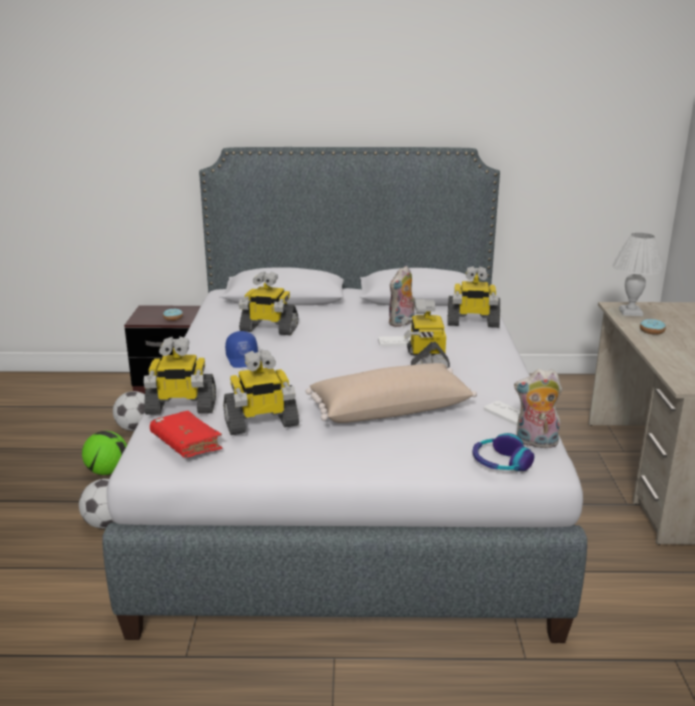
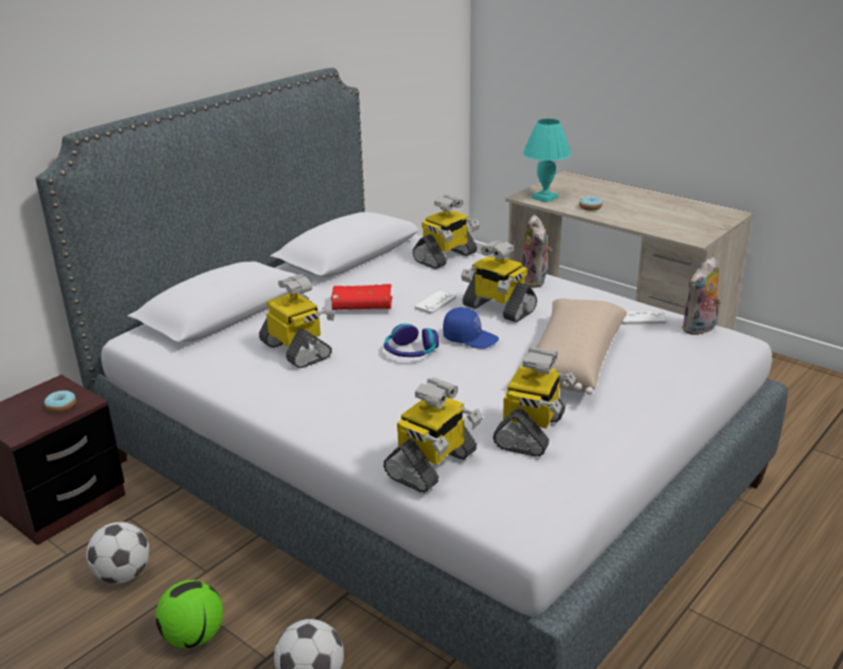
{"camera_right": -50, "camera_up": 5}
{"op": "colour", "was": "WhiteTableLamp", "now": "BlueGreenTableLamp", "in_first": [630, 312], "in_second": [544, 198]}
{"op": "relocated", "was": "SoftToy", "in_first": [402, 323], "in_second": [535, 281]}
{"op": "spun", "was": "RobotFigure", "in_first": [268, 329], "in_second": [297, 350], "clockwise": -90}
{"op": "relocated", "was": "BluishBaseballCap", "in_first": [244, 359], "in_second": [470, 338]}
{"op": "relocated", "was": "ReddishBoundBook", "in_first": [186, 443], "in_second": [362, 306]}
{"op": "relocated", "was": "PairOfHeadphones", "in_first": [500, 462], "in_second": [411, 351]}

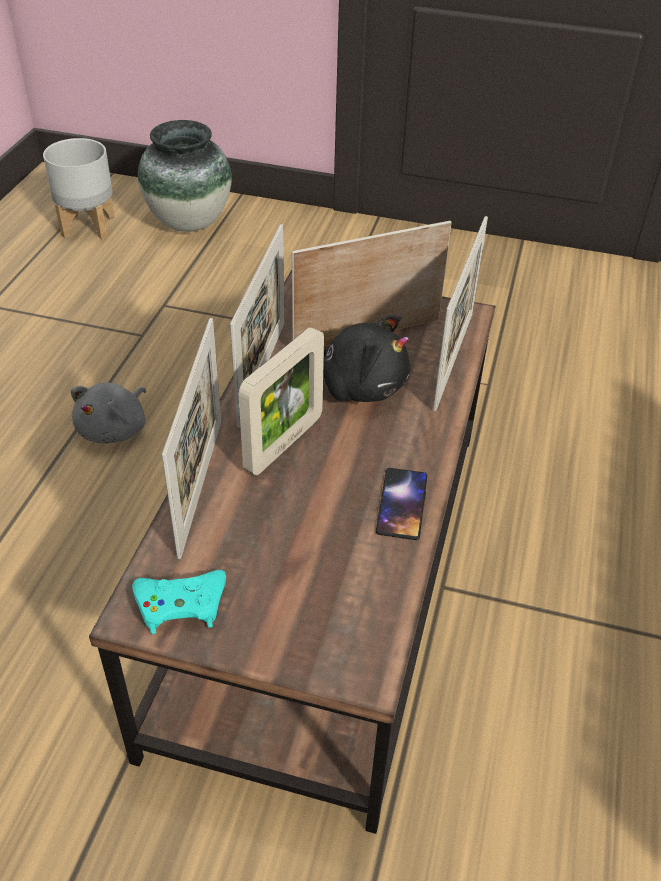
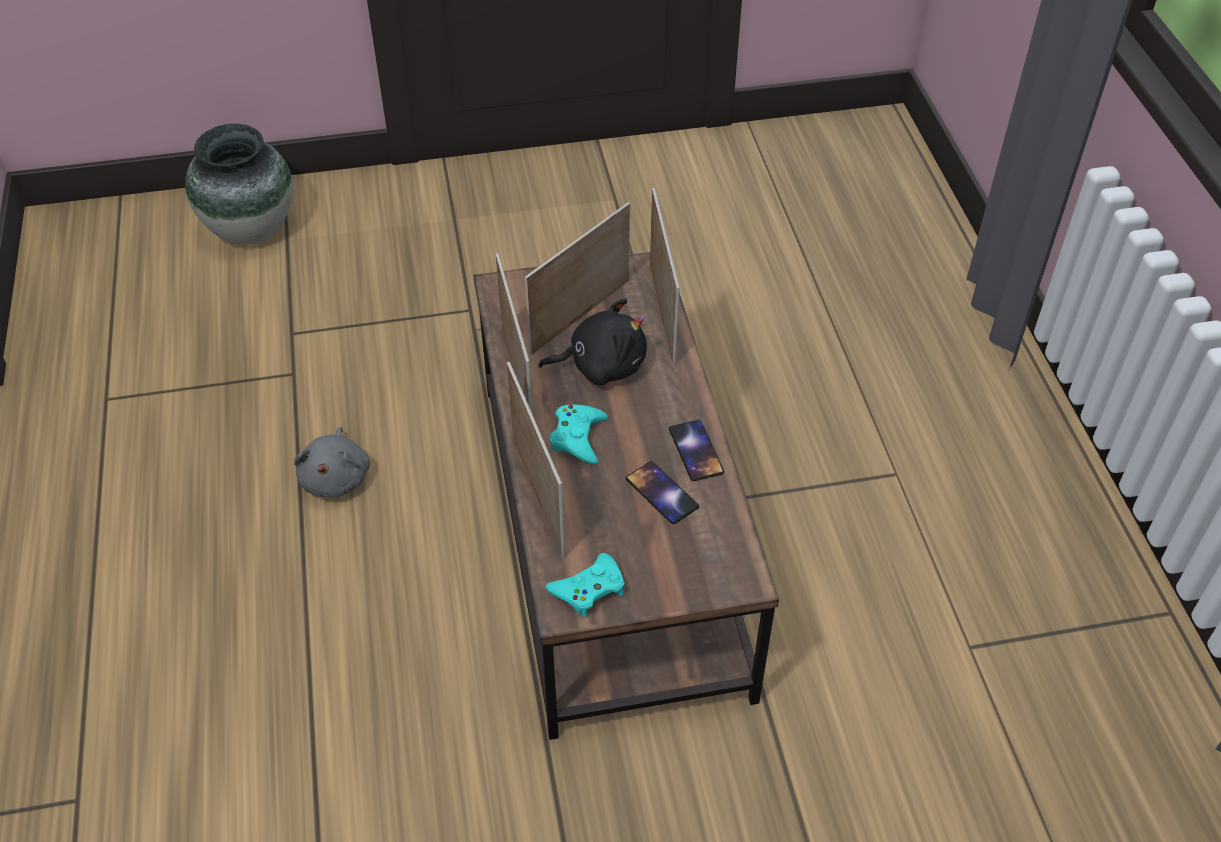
{"camera_right": -25, "camera_up": 5}
{"op": "missing", "was": "GreyPlanter", "in_first": [87, 226]}
{"op": "exchanged", "was": "PhotoFrame", "now": "BlueGreenJoypad", "in_first": [284, 444], "in_second": [578, 438]}
{"op": "appeared", "now": "Handset", "in_second": [661, 493]}

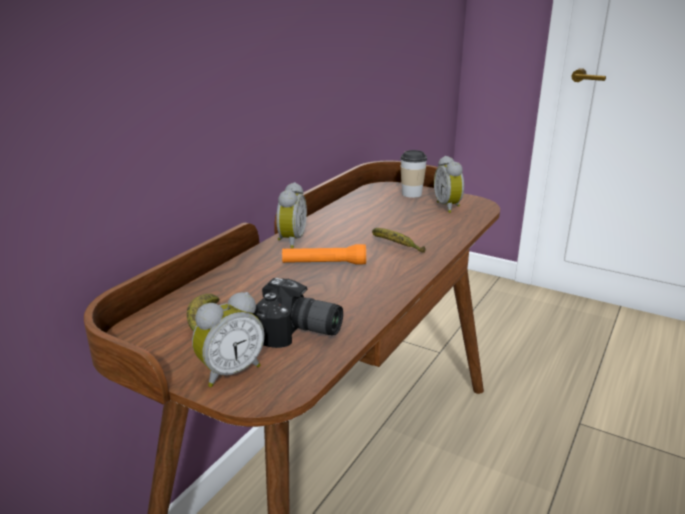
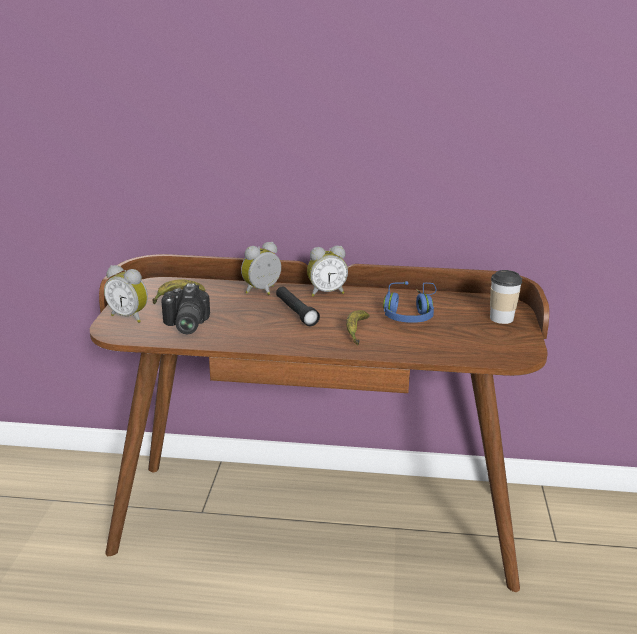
{"camera_right": 65, "camera_up": 0}
{"op": "relocated", "was": "AlarmClock", "in_first": [449, 207], "in_second": [263, 292]}
{"op": "colour", "was": "OrangeyTorch", "now": "BlackishTorch", "in_first": [324, 264], "in_second": [296, 312]}
{"op": "appeared", "now": "BluishPairOfHeadphones", "in_second": [410, 314]}

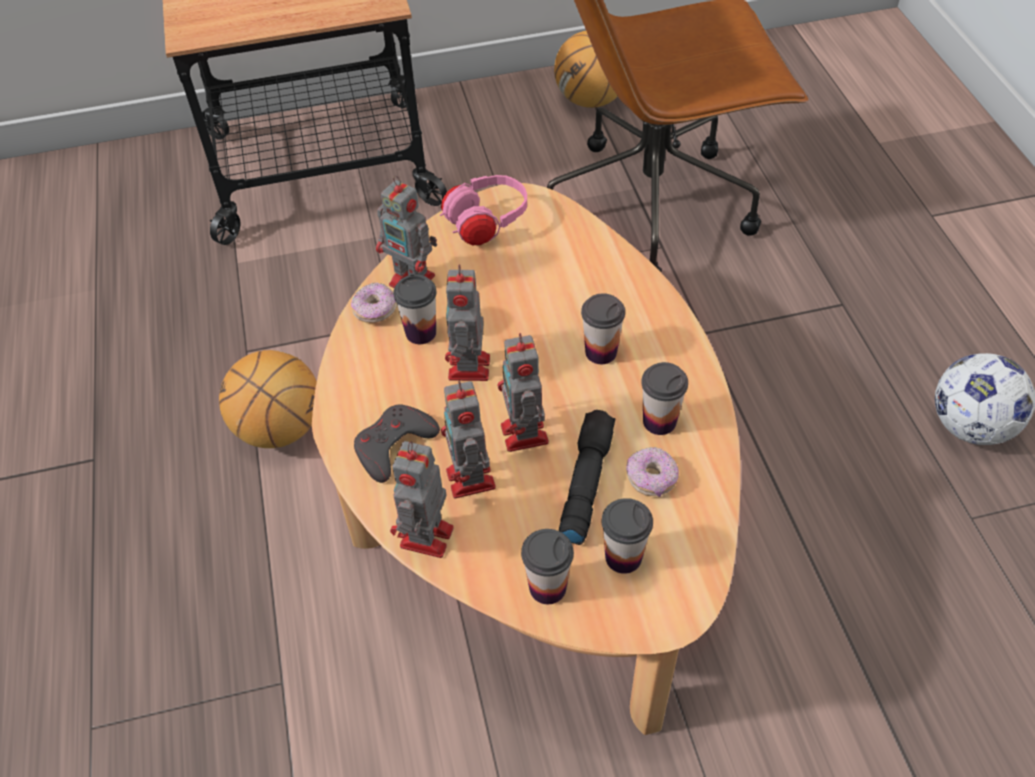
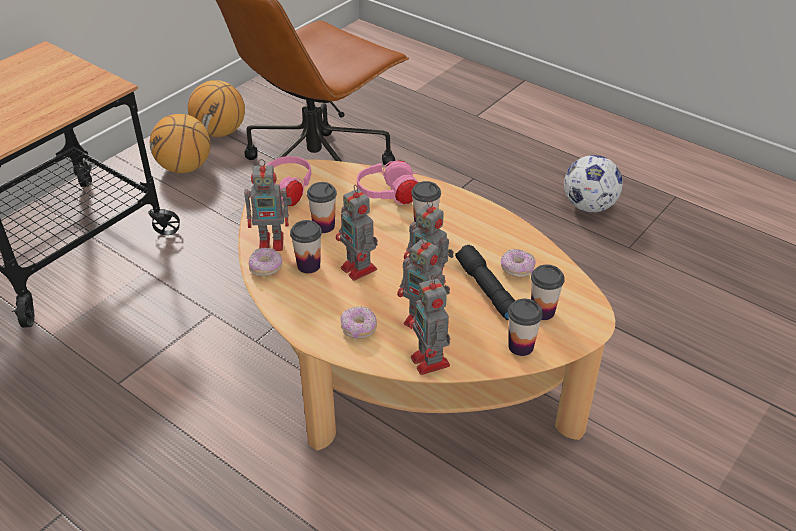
{"camera_right": -40, "camera_up": -10}
{"op": "relocated", "was": "BasketballBall", "in_first": [280, 428], "in_second": [185, 168]}
{"op": "relocated", "was": "DrinkingCup", "in_first": [659, 421], "in_second": [324, 226]}
{"op": "exchanged", "was": "GreyJoypad", "now": "Donut", "in_first": [394, 445], "in_second": [359, 329]}
{"op": "appeared", "now": "PinkPairOfHeadphones", "in_second": [388, 196]}

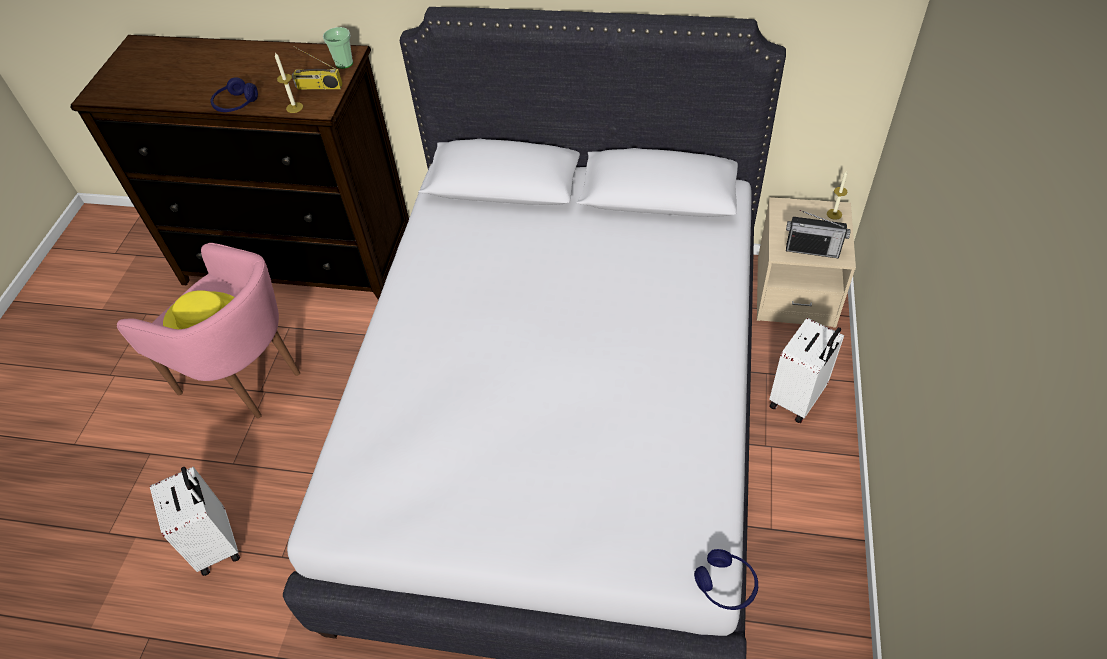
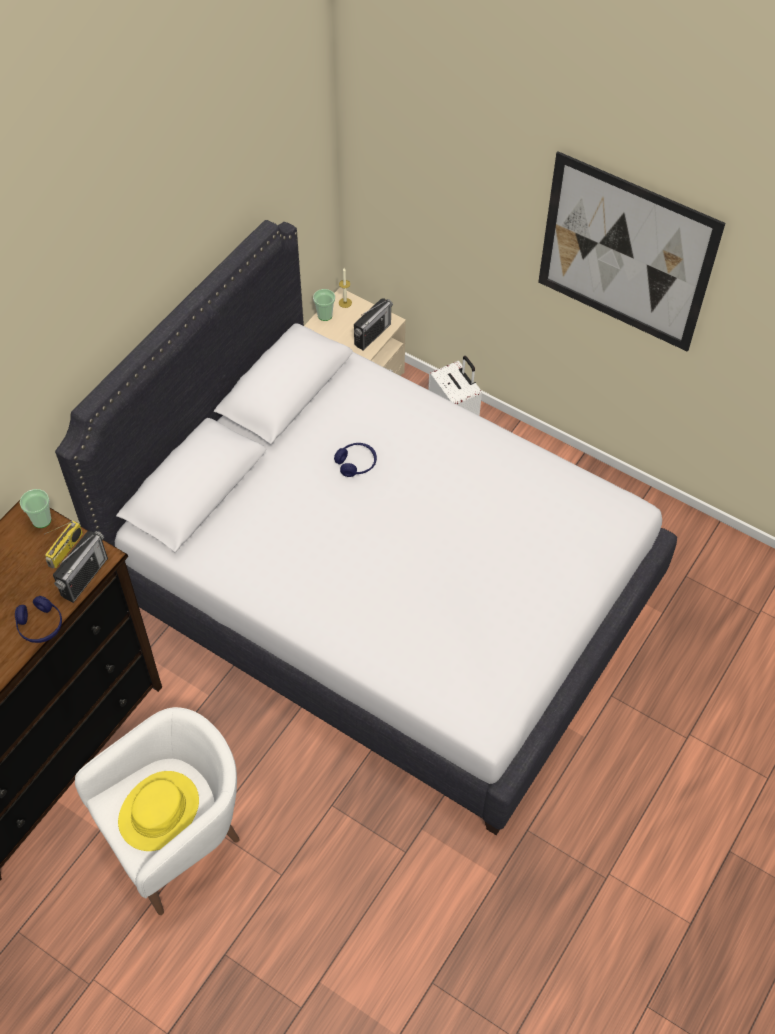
{"camera_right": -70, "camera_up": 5}
{"op": "exchanged", "was": "WaxLight", "now": "RadioReceiver", "in_first": [294, 107], "in_second": [84, 577]}
{"op": "colour", "was": "PinkArmchair", "now": "WhiteArmchair", "in_first": [245, 377], "in_second": [179, 841]}
{"op": "missing", "was": "WhiteSuitcase", "in_first": [217, 543]}
{"op": "relocated", "was": "BluishPairOfHeadphones", "in_first": [726, 585], "in_second": [356, 463]}
{"op": "appeared", "now": "WallArt", "in_second": [625, 254]}
{"op": "appeared", "now": "DrinkingCup", "in_second": [325, 315]}

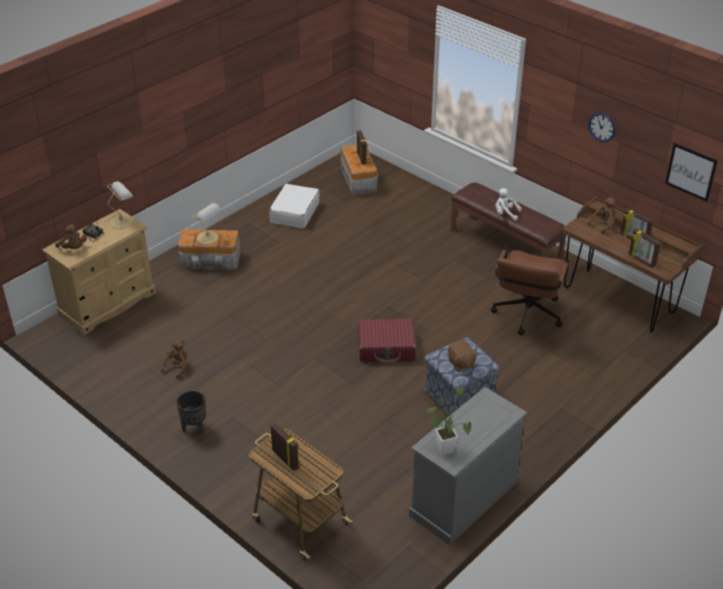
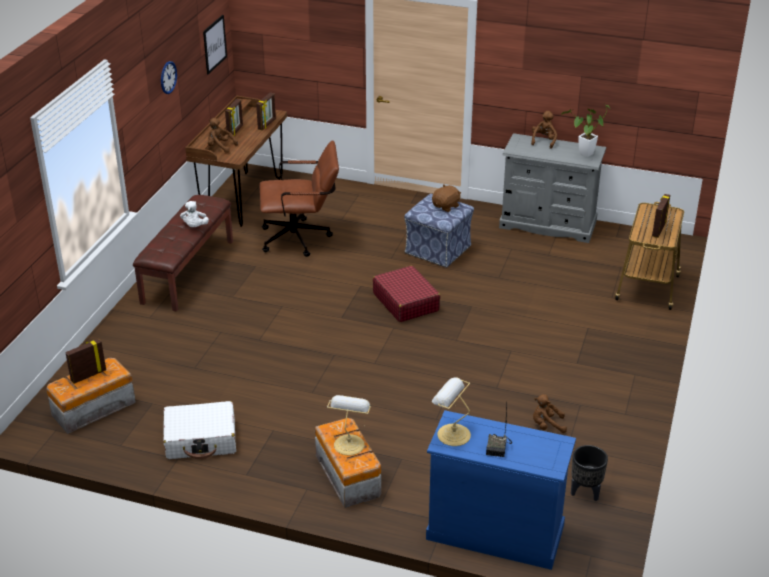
{"camera_right": -115, "camera_up": -5}
{"op": "colour", "was": "BeigeColouredChestOfDrawers", "now": "BluishChestOfDrawers", "in_first": [108, 304], "in_second": [495, 532]}
{"op": "relocated", "was": "BrownSoftToy", "in_first": [73, 248], "in_second": [543, 141]}
{"op": "relocated", "was": "BlackishPlanter", "in_first": [194, 428], "in_second": [585, 492]}

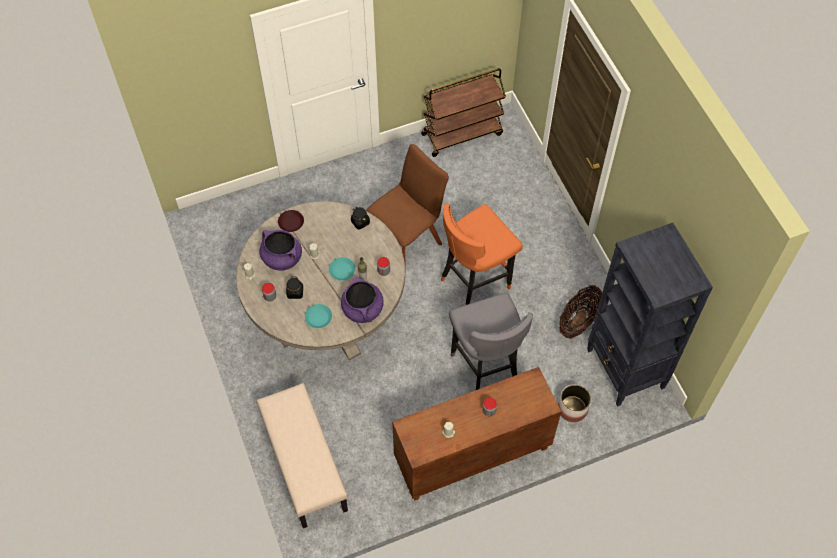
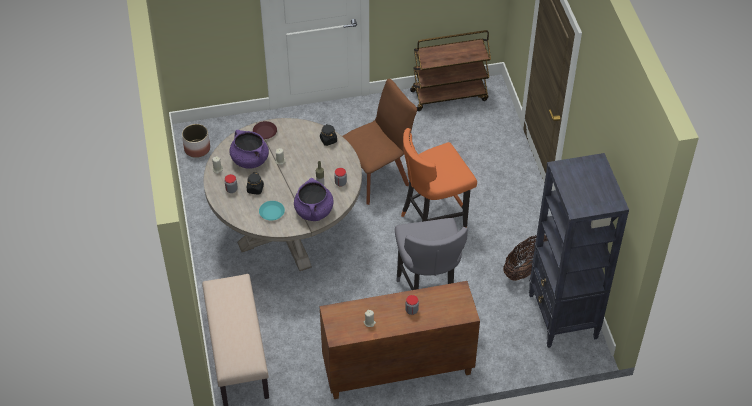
{"camera_right": 10, "camera_up": -10}
{"op": "missing", "was": "BlueGreenDinnerPlate", "in_first": [341, 270]}
{"op": "relocated", "was": "Planter", "in_first": [572, 409], "in_second": [197, 149]}

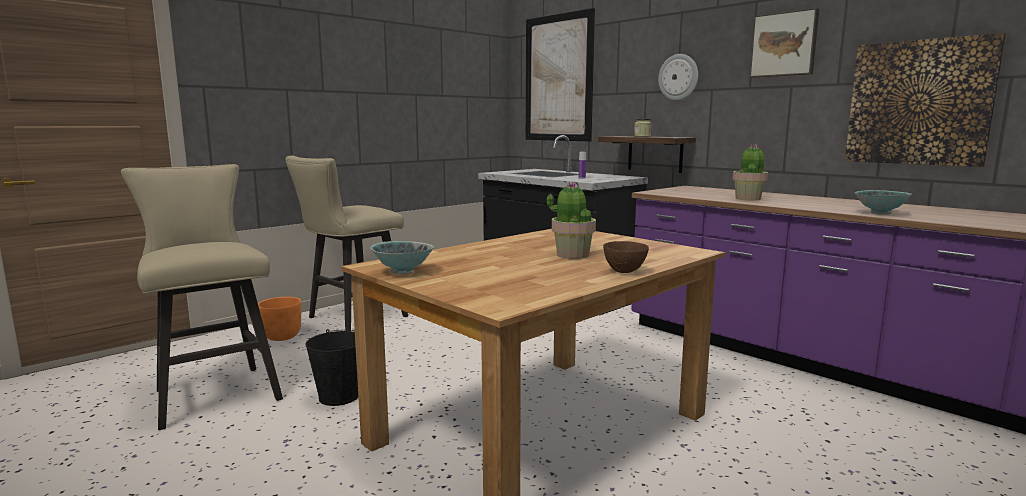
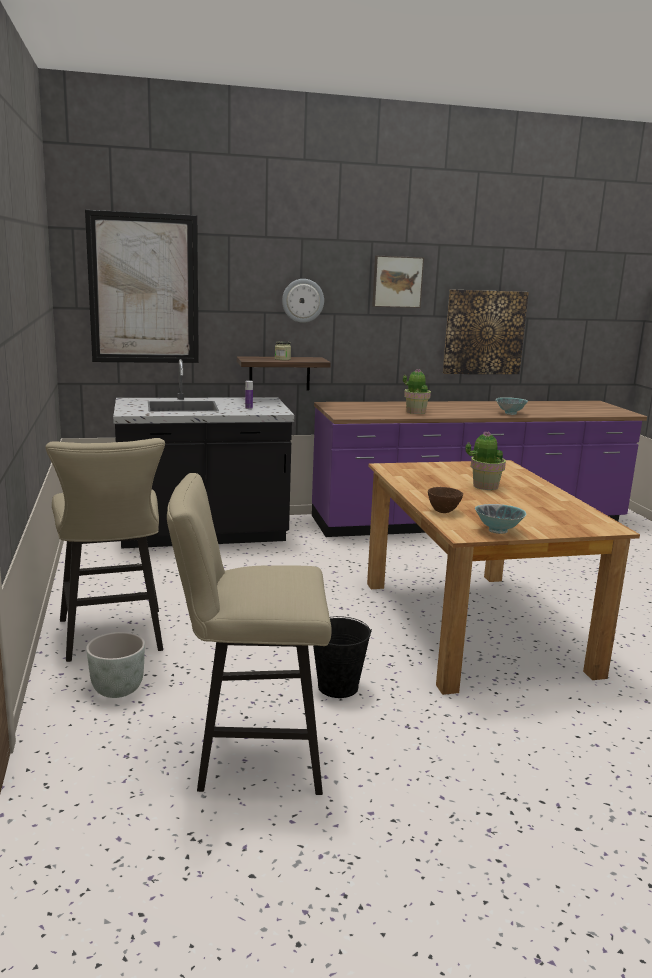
{"camera_right": -60, "camera_up": 5}
{"op": "relocated", "was": "BrownBowl", "in_first": [625, 271], "in_second": [443, 511]}
{"op": "colour", "was": "OrangeyPlanter", "now": "GreyPlanter", "in_first": [282, 337], "in_second": [117, 689]}

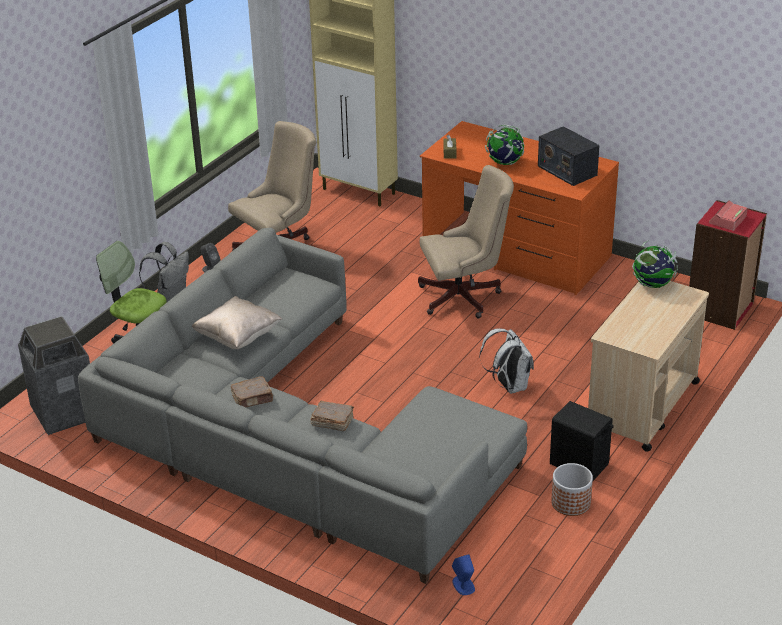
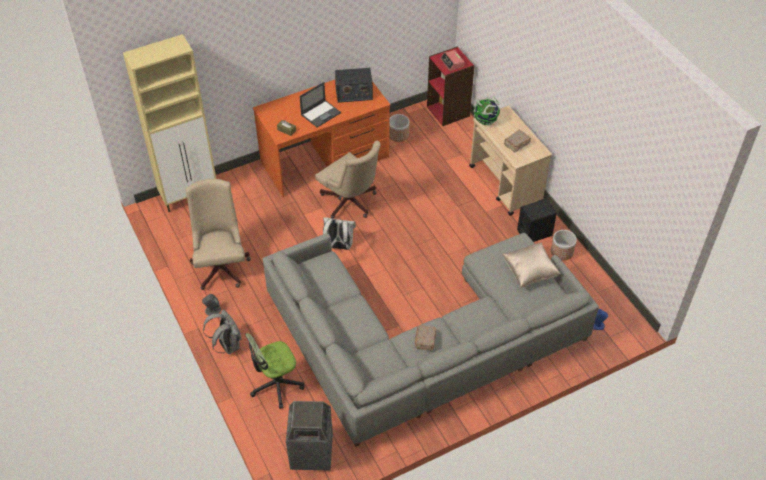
{"camera_right": -60, "camera_up": 15}
{"op": "exchanged", "was": "Globe", "now": "Laptop", "in_first": [504, 163], "in_second": [321, 113]}
{"op": "spun", "was": "BeigeColouredOfficeChair", "in_first": [465, 297], "in_second": [350, 203], "clockwise": 120}
{"op": "relocated", "was": "BeigeColouredCushion", "in_first": [238, 337], "in_second": [529, 272]}
{"op": "relocated", "was": "WhiteKnapsack", "in_first": [509, 386], "in_second": [339, 246]}
{"op": "relocated", "was": "BrownBoundBook", "in_first": [332, 422], "in_second": [516, 144]}
{"op": "appeared", "now": "Planter", "in_second": [398, 135]}

